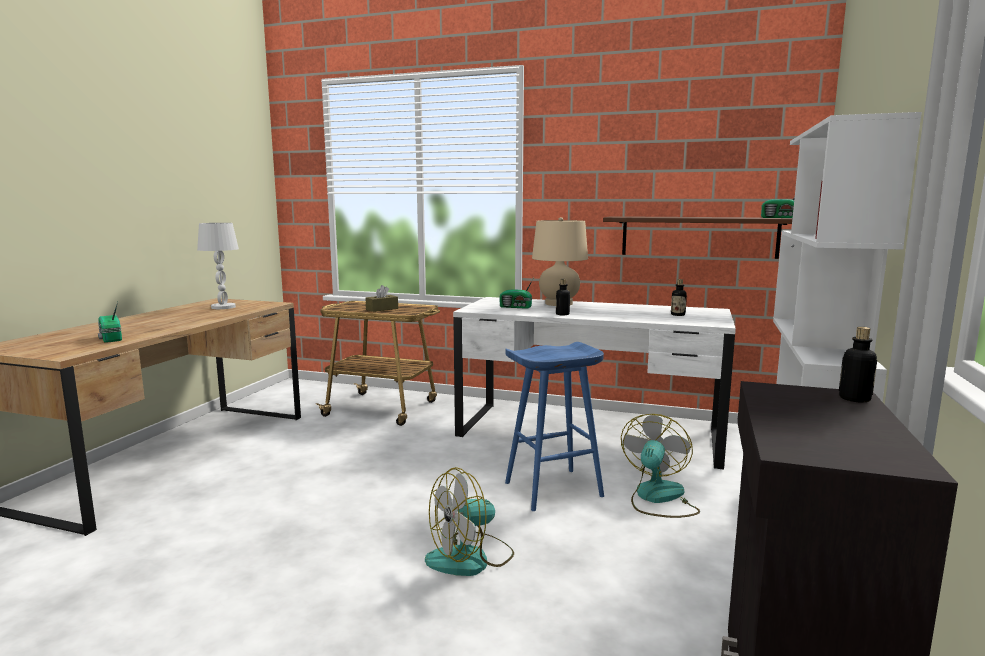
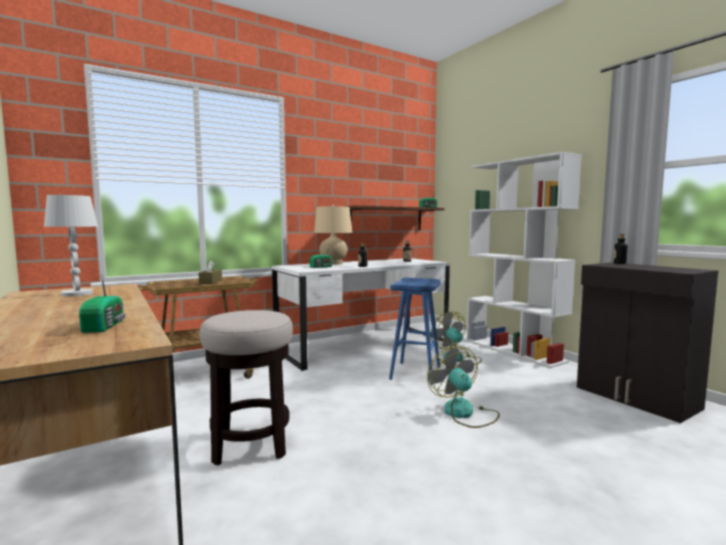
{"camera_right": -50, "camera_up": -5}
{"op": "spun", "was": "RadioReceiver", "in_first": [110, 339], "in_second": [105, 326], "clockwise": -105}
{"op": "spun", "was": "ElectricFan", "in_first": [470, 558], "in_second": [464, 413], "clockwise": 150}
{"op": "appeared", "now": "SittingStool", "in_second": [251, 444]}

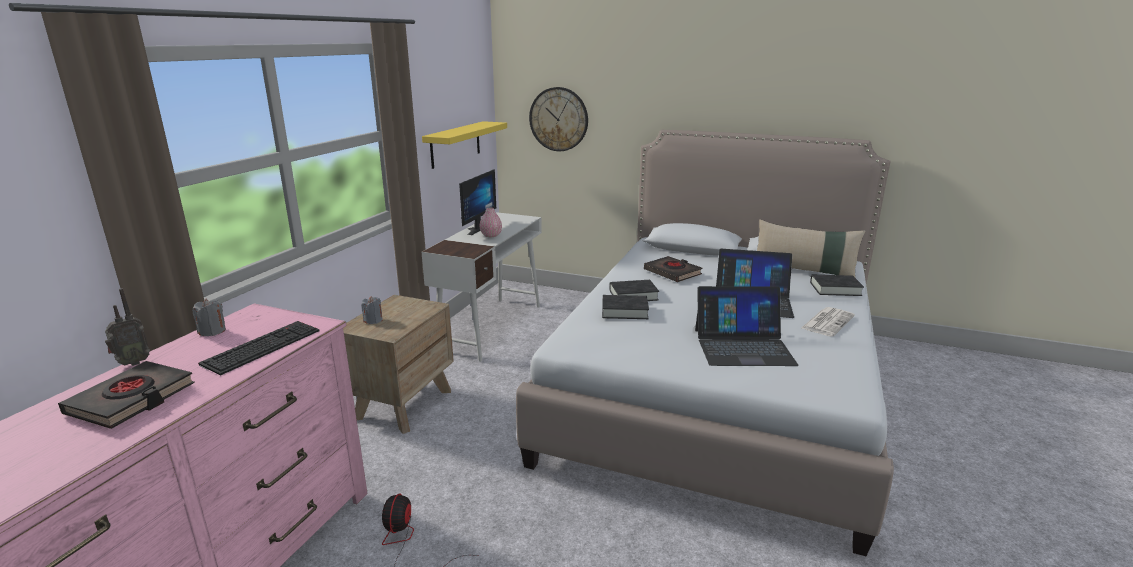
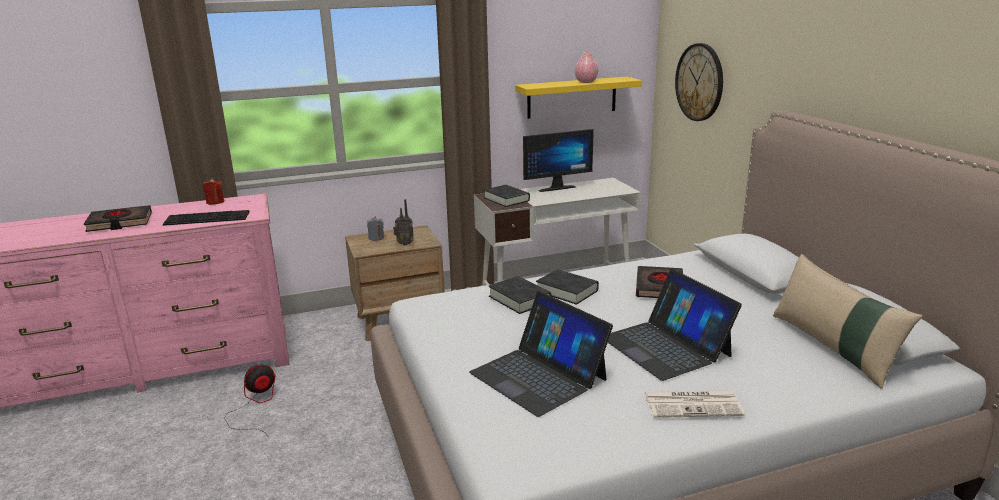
{"camera_right": 50, "camera_up": 0}
{"op": "relocated", "was": "PinkFlowerVase", "in_first": [491, 235], "in_second": [586, 82]}
{"op": "relocated", "was": "BlackishBoundBook", "in_first": [835, 289], "in_second": [506, 199]}
{"op": "relocated", "was": "RadioReceiver", "in_first": [132, 363], "in_second": [404, 244]}
{"op": "colour", "was": "GreyWaxLight", "now": "ReddishWaxLight", "in_first": [212, 331], "in_second": [215, 202]}

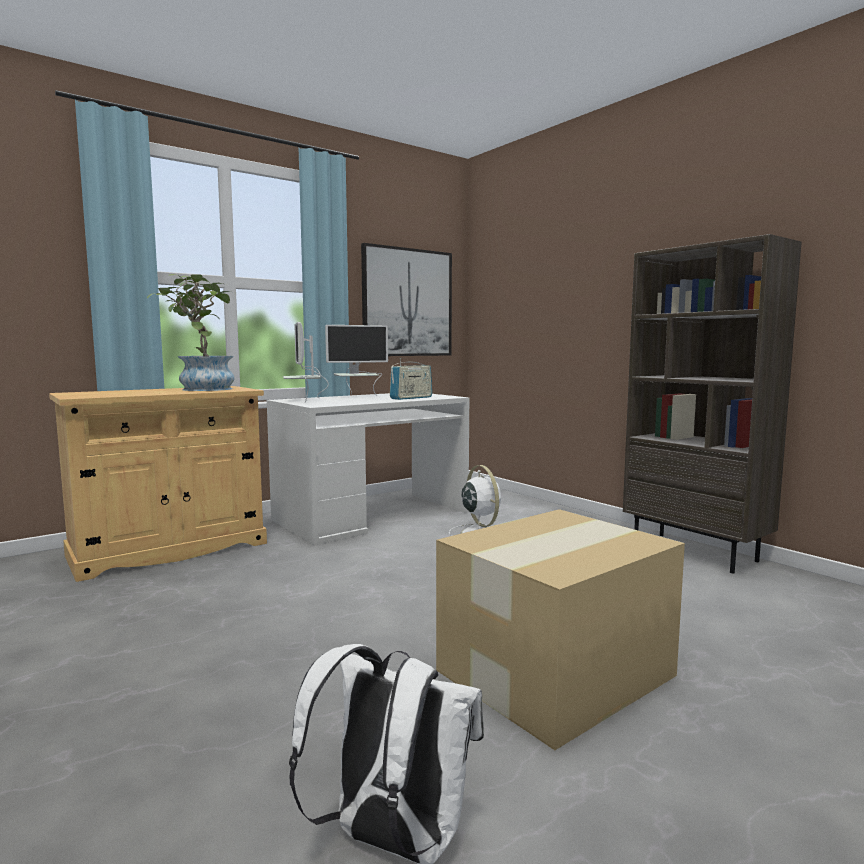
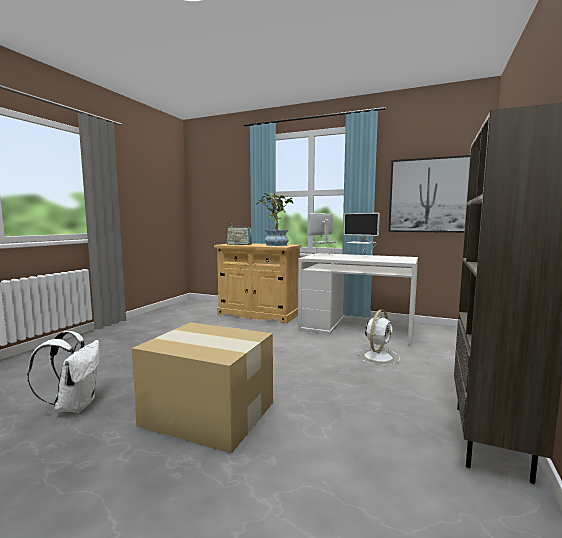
{"camera_right": 60, "camera_up": 0}
{"op": "relocated", "was": "RadioReceiver", "in_first": [411, 398], "in_second": [239, 244]}

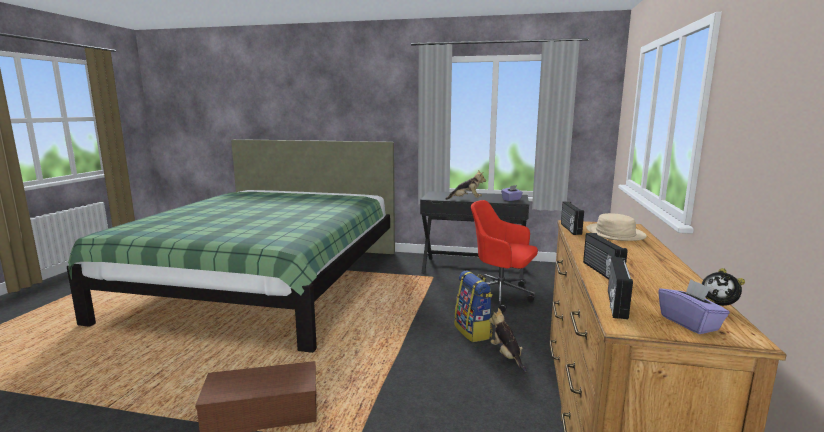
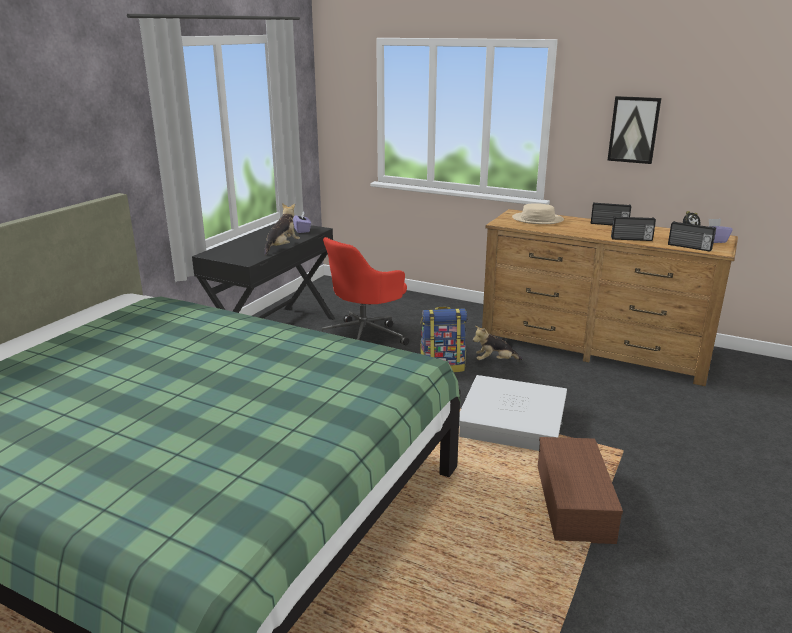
{"camera_right": -75, "camera_up": 10}
{"op": "relocated", "was": "RadioReceiver", "in_first": [570, 229], "in_second": [609, 224]}
{"op": "appeared", "now": "WallArt", "in_second": [634, 129]}
{"op": "appeared", "now": "WhiteStorageBox", "in_second": [512, 422]}

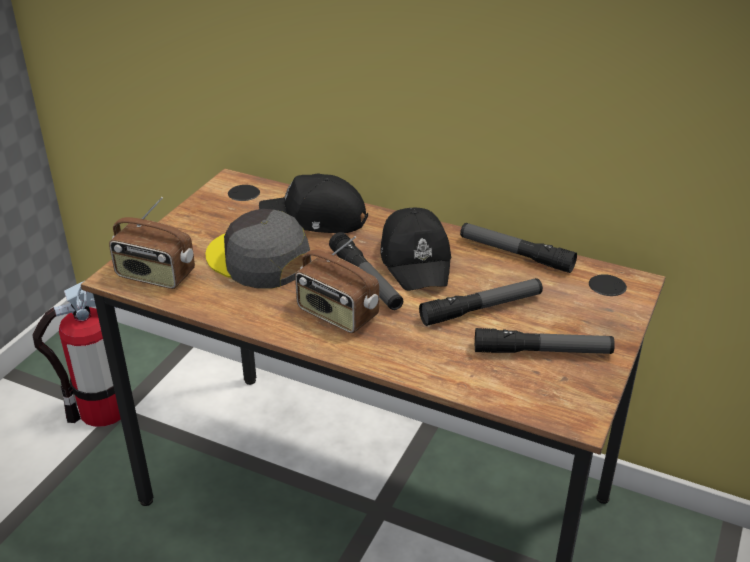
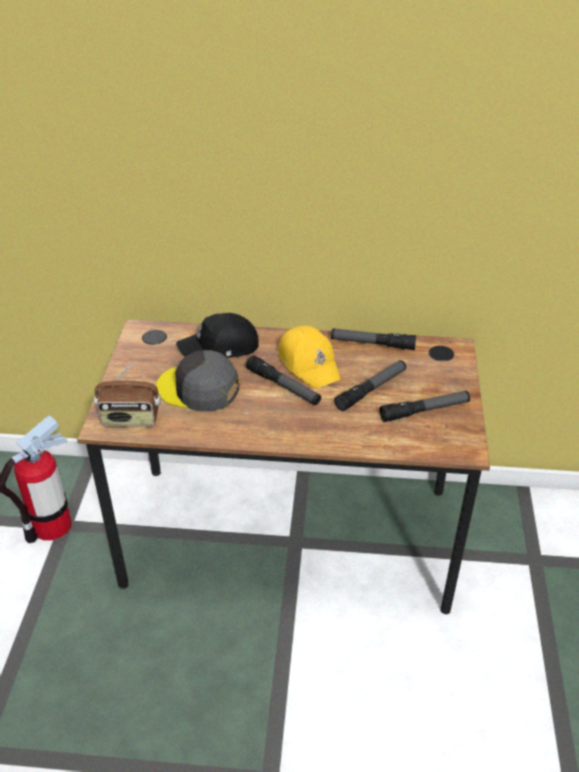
{"camera_right": -20, "camera_up": 5}
{"op": "colour", "was": "BlackishBaseballCap", "now": "YellowishBaseballCap", "in_first": [416, 260], "in_second": [309, 363]}
{"op": "missing", "was": "RadioReceiver", "in_first": [336, 315]}

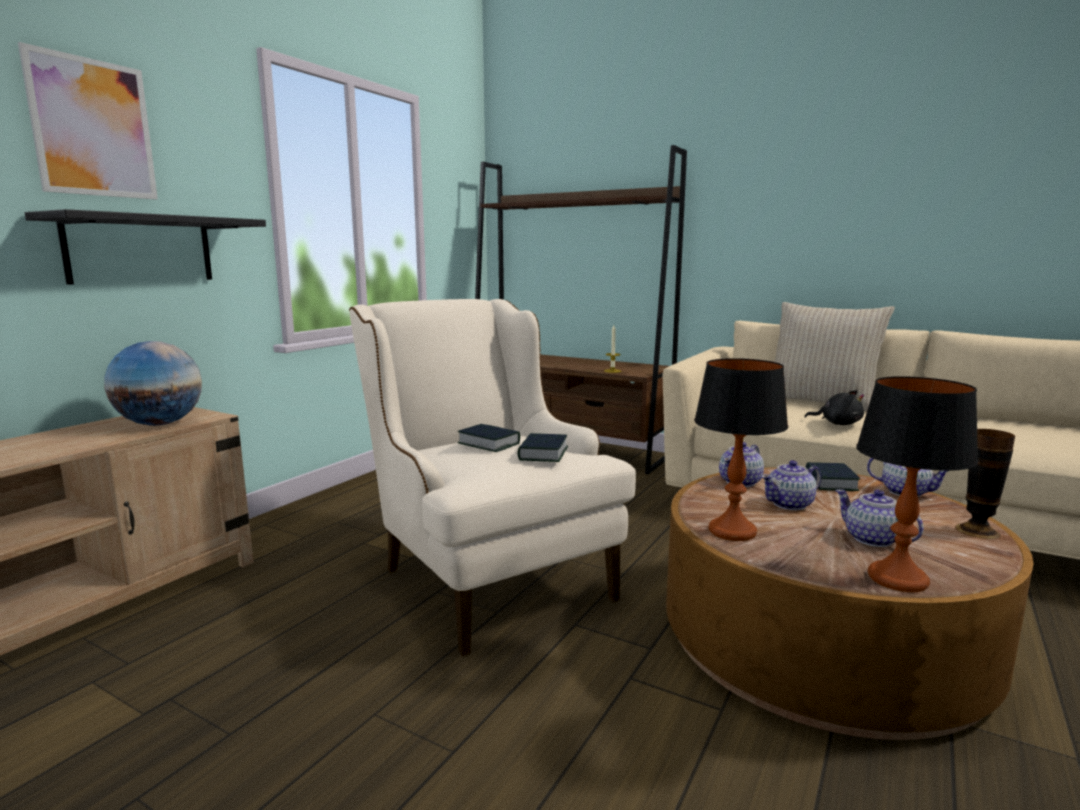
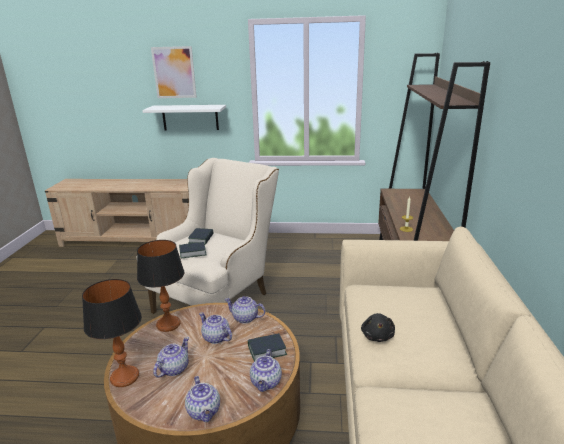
{"camera_right": 65, "camera_up": 10}
{"op": "colour", "was": "BlackishShelf", "now": "WhiteShelf", "in_first": [141, 249], "in_second": [190, 117]}
{"op": "missing", "was": "BeigeColouredCushion", "in_first": [820, 402]}
{"op": "missing", "was": "Globe", "in_first": [160, 424]}
{"op": "exchanged", "was": "FlowerVase", "now": "TeaPot", "in_first": [977, 531], "in_second": [204, 412]}

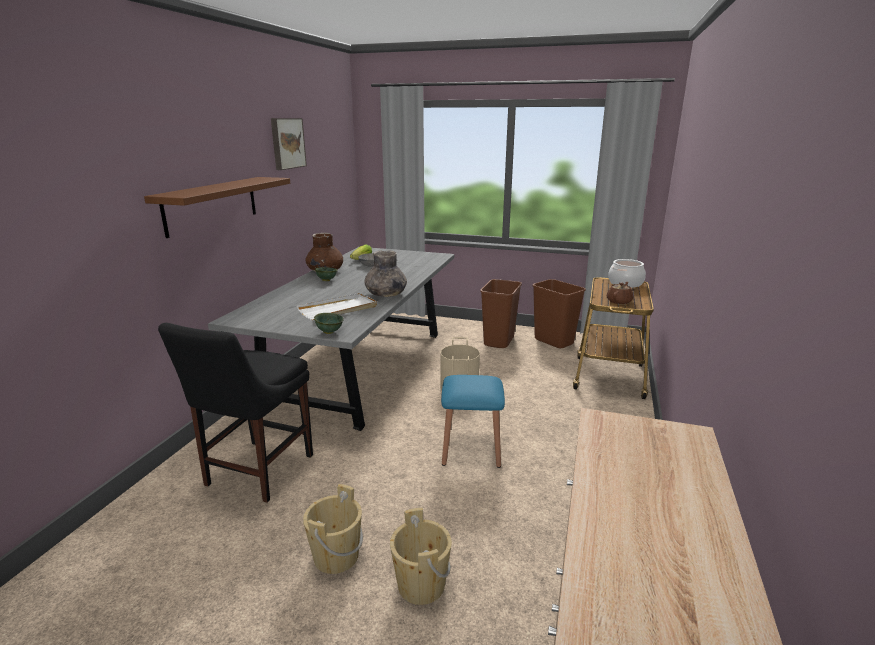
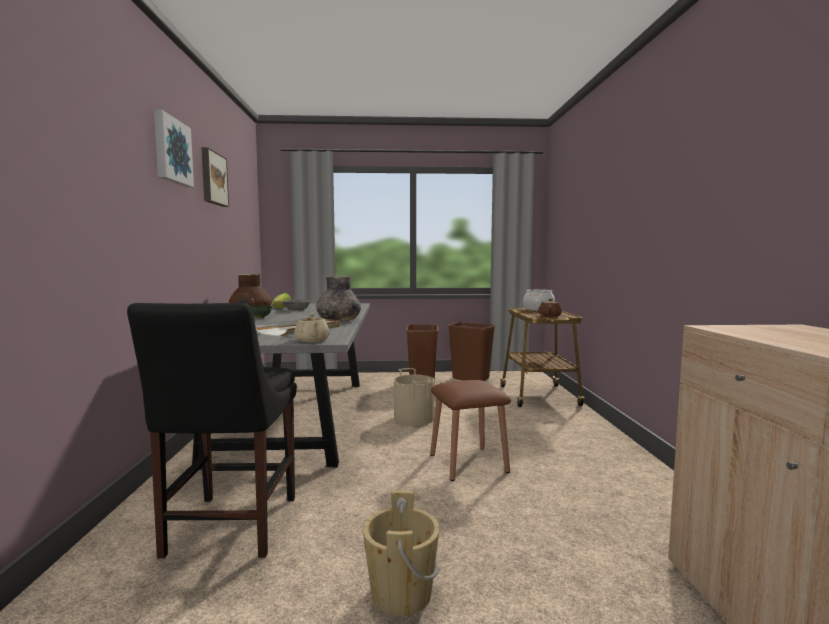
{"camera_right": -20, "camera_up": -15}
{"op": "missing", "was": "BrownShelf", "in_first": [212, 205]}
{"op": "exchanged", "was": "GreenishBowl", "now": "BeigeColouredTeaPot", "in_first": [329, 332], "in_second": [312, 340]}
{"op": "colour", "was": "BluishSittingStool", "now": "BrownSittingStool", "in_first": [471, 449], "in_second": [468, 463]}
{"op": "missing", "was": "BeigeColouredWaterBucket", "in_first": [421, 584]}
{"op": "appeared", "now": "WallArt", "in_second": [171, 151]}

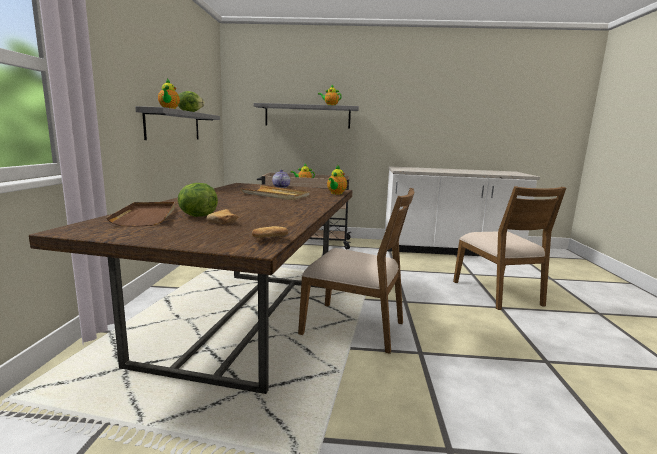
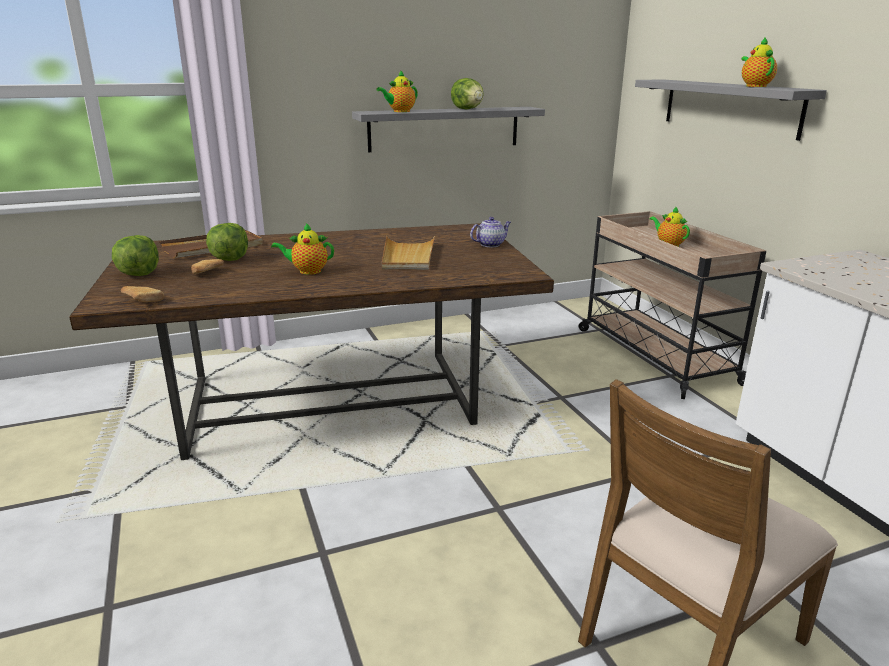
{"camera_right": 65, "camera_up": 10}
{"op": "relocated", "was": "TeaPot", "in_first": [336, 193], "in_second": [307, 271]}
{"op": "missing", "was": "BrownUprightChair", "in_first": [354, 327]}
{"op": "appeared", "now": "HeadOfLettuce", "in_second": [139, 274]}

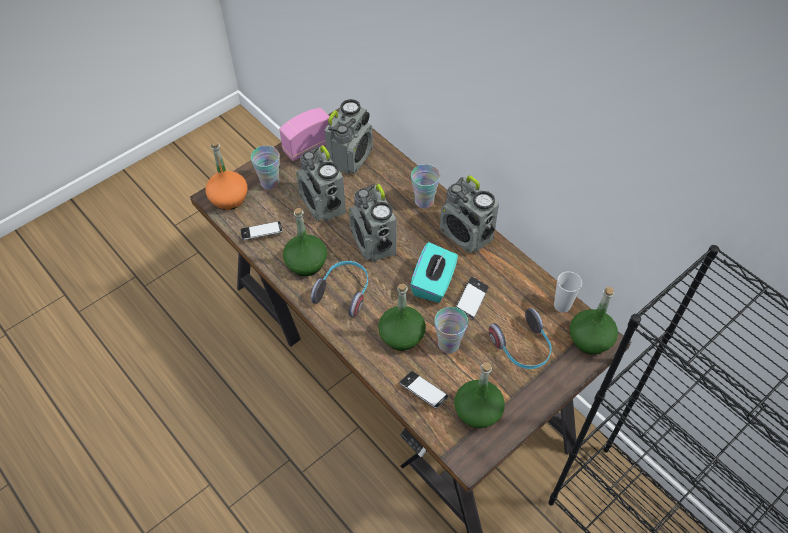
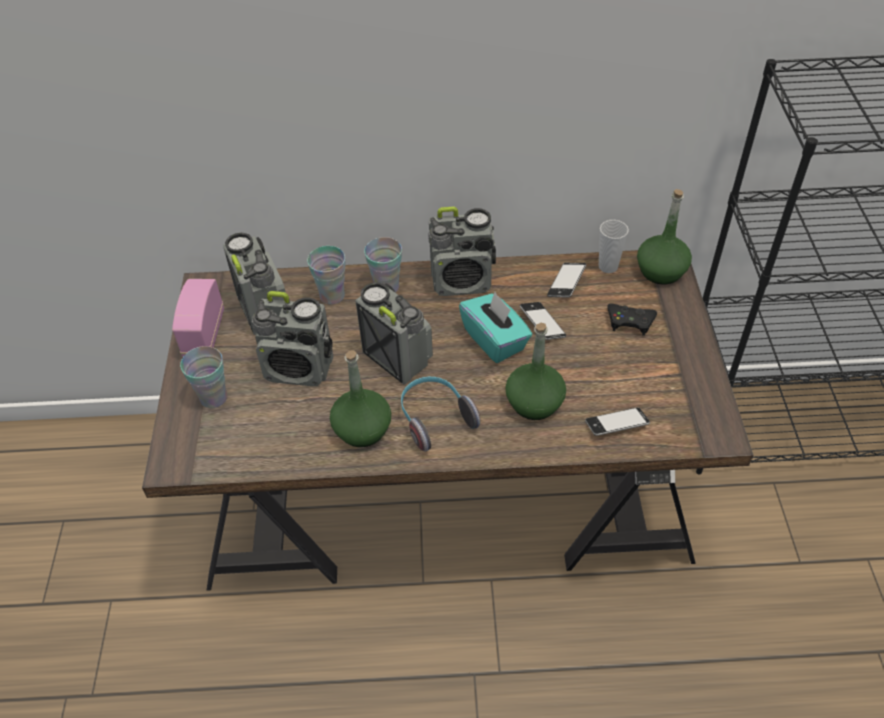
{"camera_right": -50, "camera_up": -5}
{"op": "missing", "was": "OrangeyBottle", "in_first": [229, 198]}
{"op": "spun", "was": "RadioReceiver", "in_first": [373, 243], "in_second": [396, 357], "clockwise": -150}
{"op": "relocated", "was": "Handset", "in_first": [262, 233], "in_second": [566, 283]}
{"op": "relocated", "was": "DrinkingCup", "in_first": [448, 344], "in_second": [332, 295]}
{"op": "exchanged", "was": "PairOfHeadphones", "now": "BlackishJoypad", "in_first": [522, 348], "in_second": [630, 321]}
{"op": "missing", "was": "GreenishBottle", "in_first": [478, 411]}

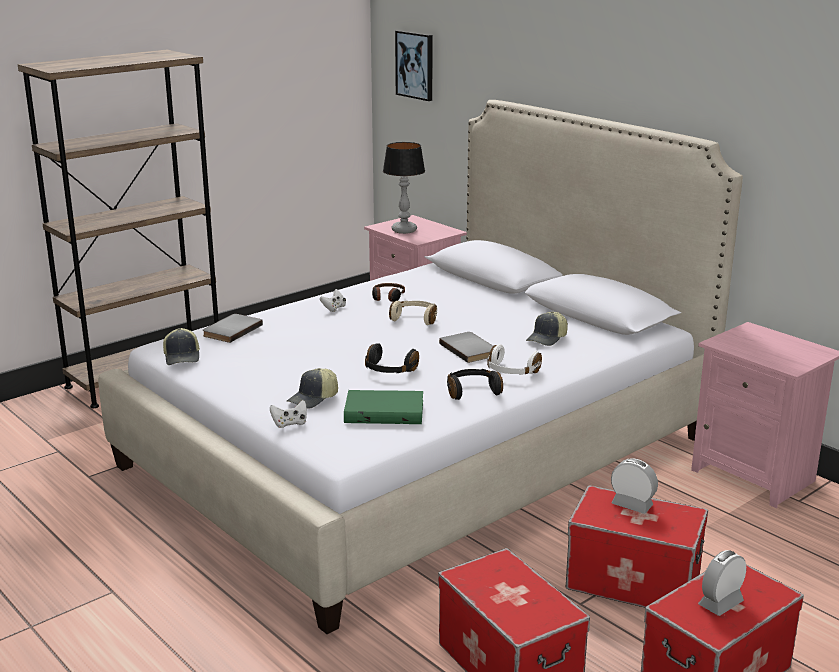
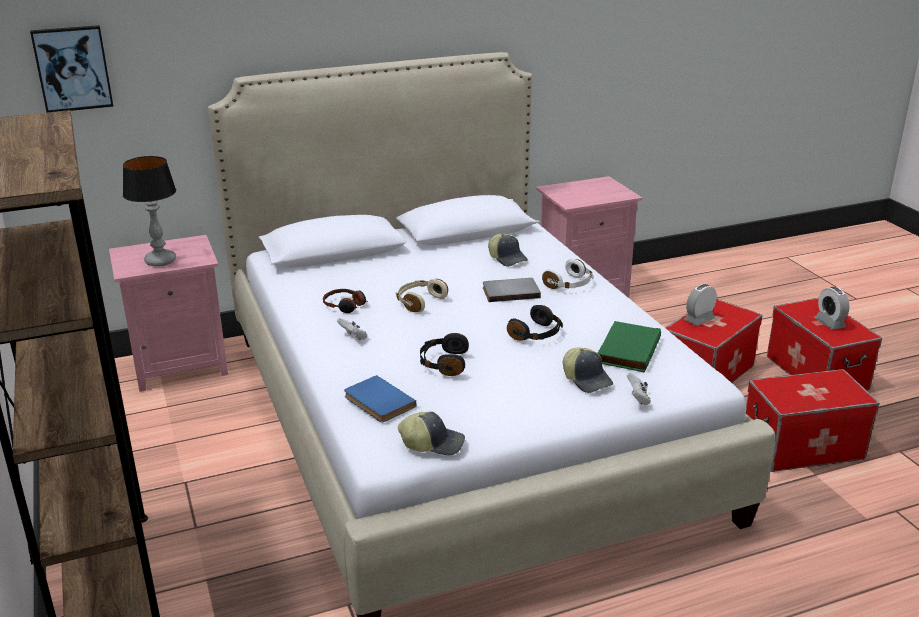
{"camera_right": -70, "camera_up": 5}
{"op": "colour", "was": "GreyBoundBook", "now": "BluishBoundBook", "in_first": [231, 330], "in_second": [377, 402]}
{"op": "relocated", "was": "BlackishPairOfHeadphones", "in_first": [472, 391], "in_second": [443, 363]}

